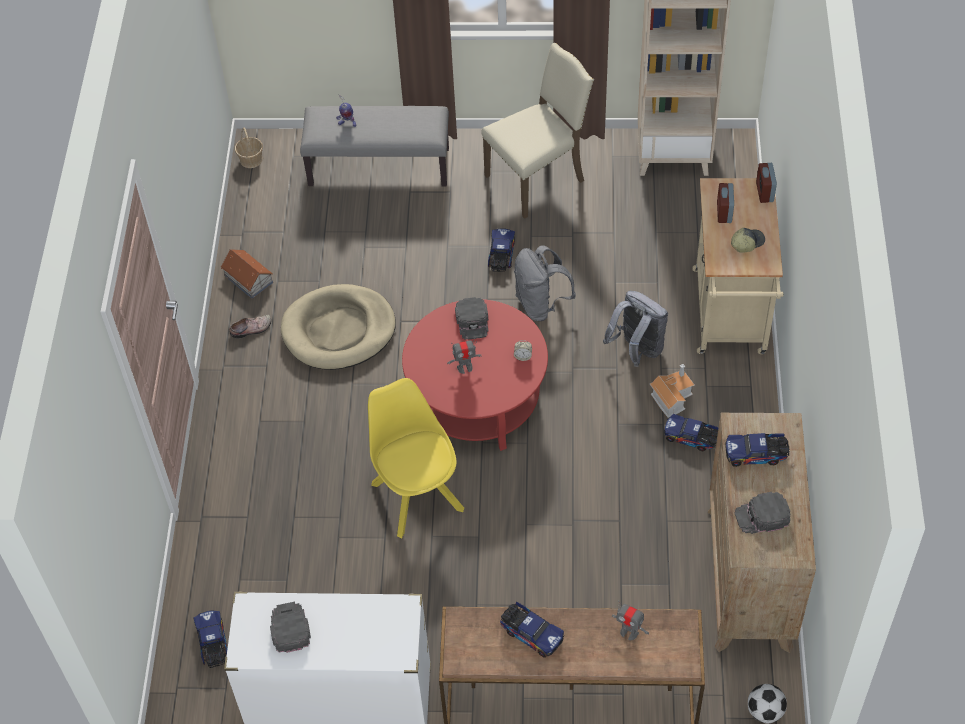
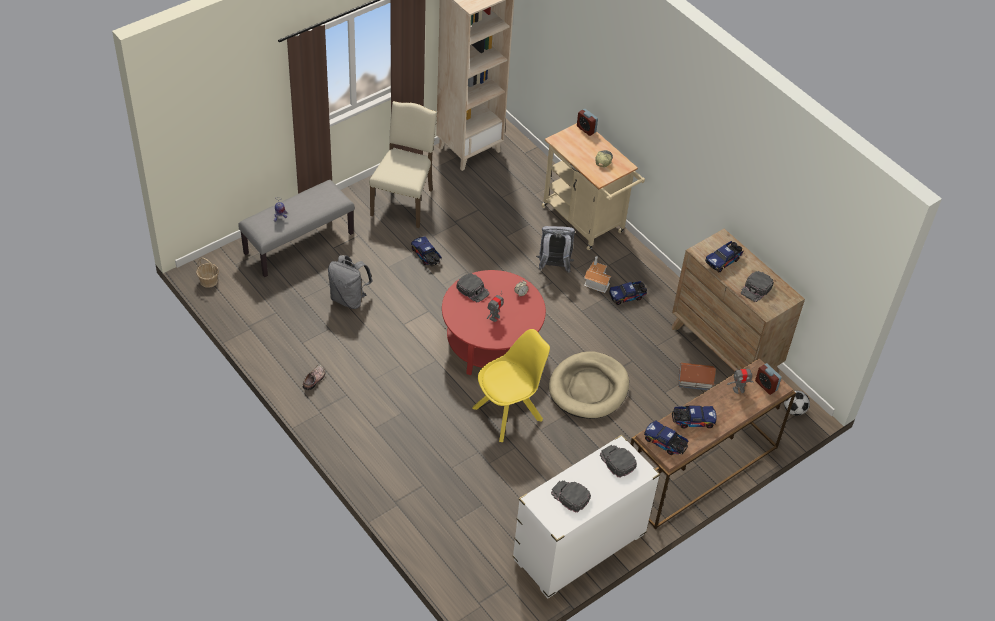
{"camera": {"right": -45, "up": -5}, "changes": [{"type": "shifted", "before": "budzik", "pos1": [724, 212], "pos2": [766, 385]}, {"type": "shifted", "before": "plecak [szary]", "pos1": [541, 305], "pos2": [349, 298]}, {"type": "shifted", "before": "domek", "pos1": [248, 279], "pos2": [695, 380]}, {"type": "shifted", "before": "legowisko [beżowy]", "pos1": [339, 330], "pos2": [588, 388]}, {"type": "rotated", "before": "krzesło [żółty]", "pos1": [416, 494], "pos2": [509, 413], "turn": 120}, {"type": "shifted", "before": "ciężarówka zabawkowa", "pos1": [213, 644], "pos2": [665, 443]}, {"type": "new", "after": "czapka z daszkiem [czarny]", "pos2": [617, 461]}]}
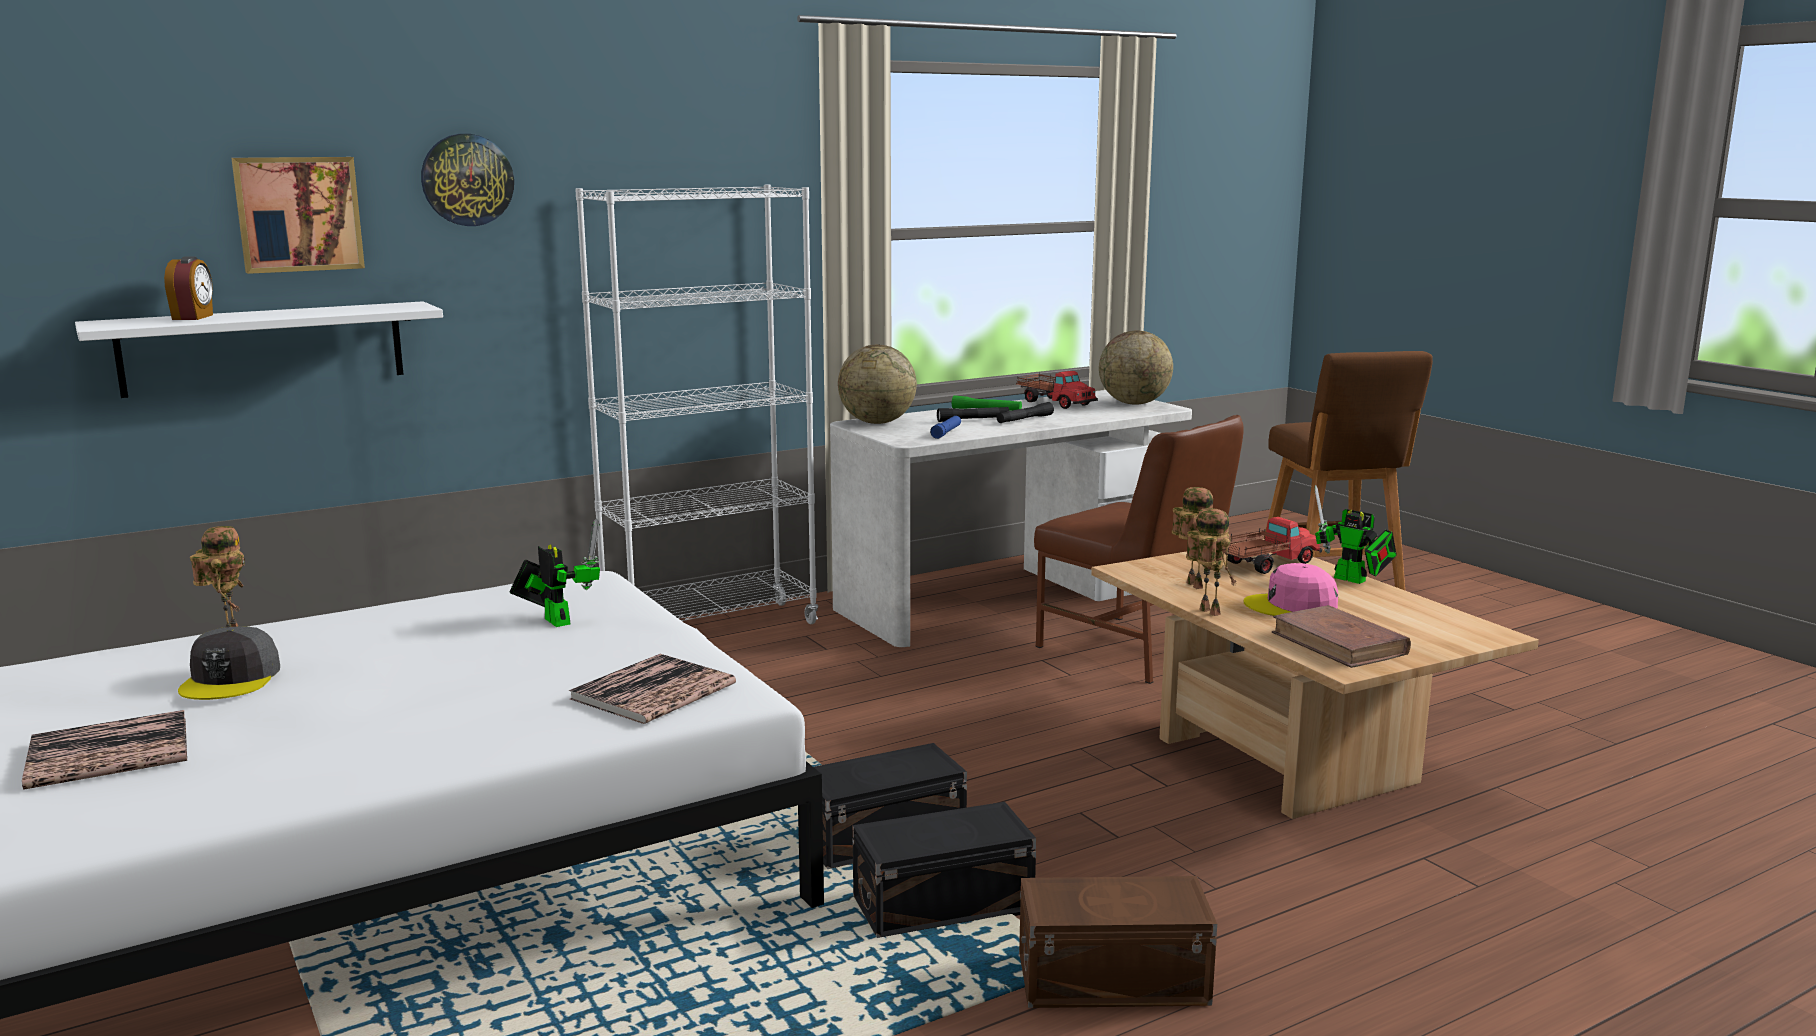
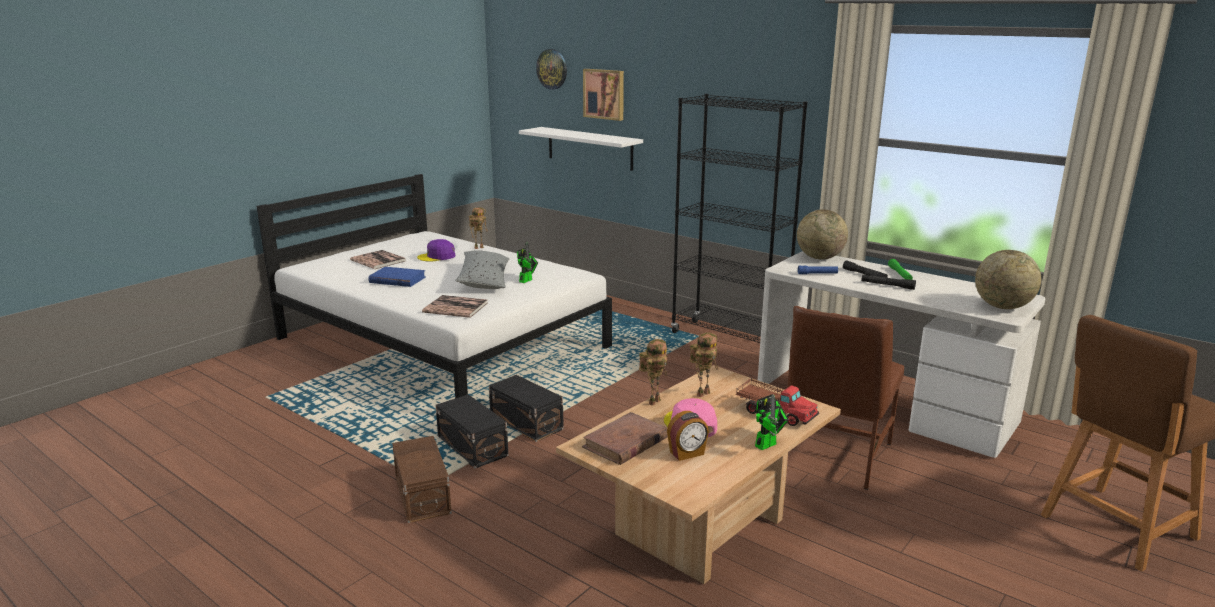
{"camera": {"right": 70, "up": 5}, "changes": [{"type": "shifted", "before": "zegar ścienny", "pos1": [467, 180], "pos2": [552, 69]}, {"type": "repainted", "before": "regał [biały]", "after": "regał [czarny]", "pos1": [711, 630], "pos2": [728, 339]}, {"type": "shifted", "before": "budzik", "pos1": [194, 317], "pos2": [687, 453]}, {"type": "gone", "before": "ciężarówka zabawkowa", "pos1": [1055, 402]}, {"type": "rotated", "before": "robot zabawkowy", "pos1": [1354, 580], "pos2": [768, 444], "turn": -150}, {"type": "repainted", "before": "czapka z daszkiem [szary]", "after": "czapka z daszkiem [fioletowy]", "pos1": [231, 679], "pos2": [437, 256]}, {"type": "new", "after": "poduszka [szary]", "pos2": [484, 280]}, {"type": "new", "after": "książka [niebieski]", "pos2": [397, 280]}]}
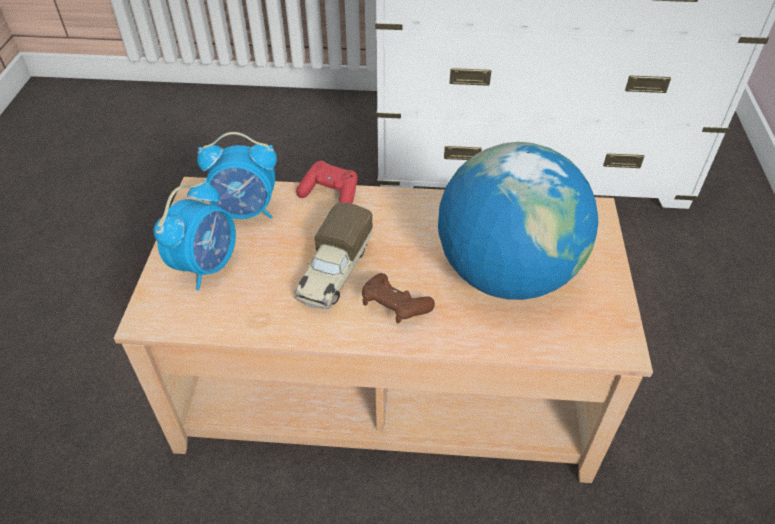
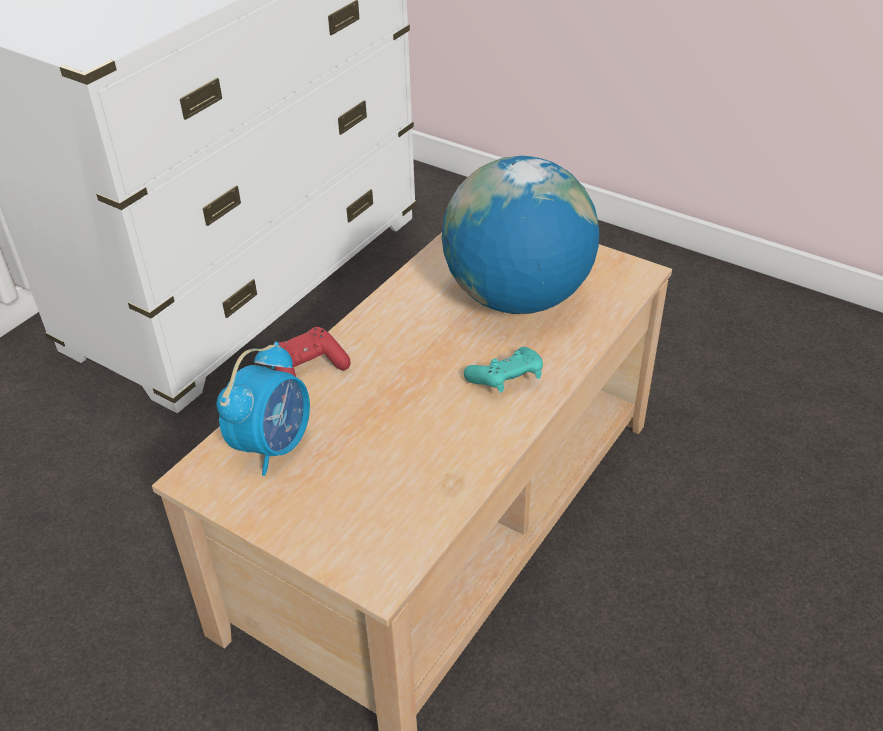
{"camera": {"right": -60, "up": -5}, "changes": [{"type": "gone", "before": "budzik", "pos1": [207, 265]}, {"type": "gone", "before": "ciężarówka zabawkowa", "pos1": [334, 273]}, {"type": "repainted", "before": "pad do gier [brązowy]", "after": "pad do gier [turkusowy]", "pos1": [394, 307], "pos2": [506, 381]}]}
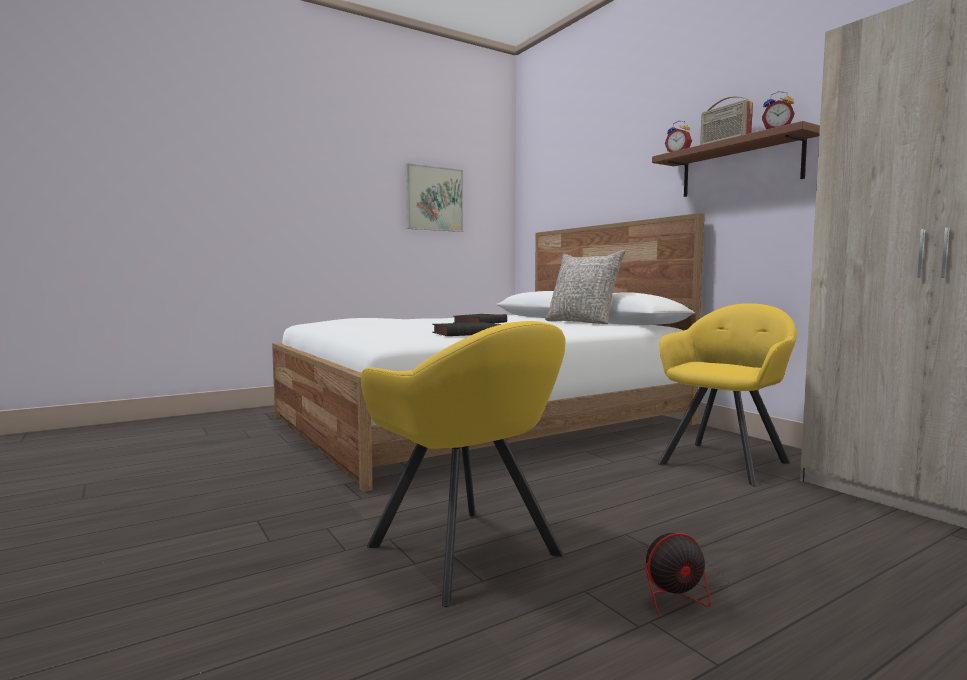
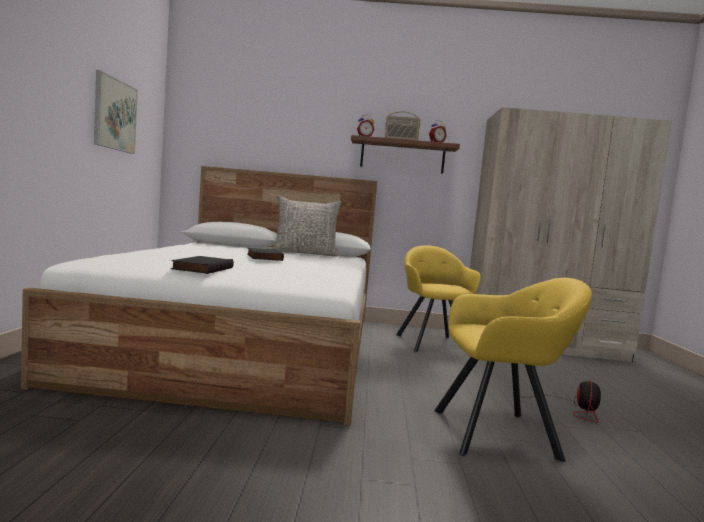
{"camera": {"right": -55, "up": 0}, "changes": [{"type": "shifted", "before": "książka [czarny]", "pos1": [466, 333], "pos2": [202, 268]}]}
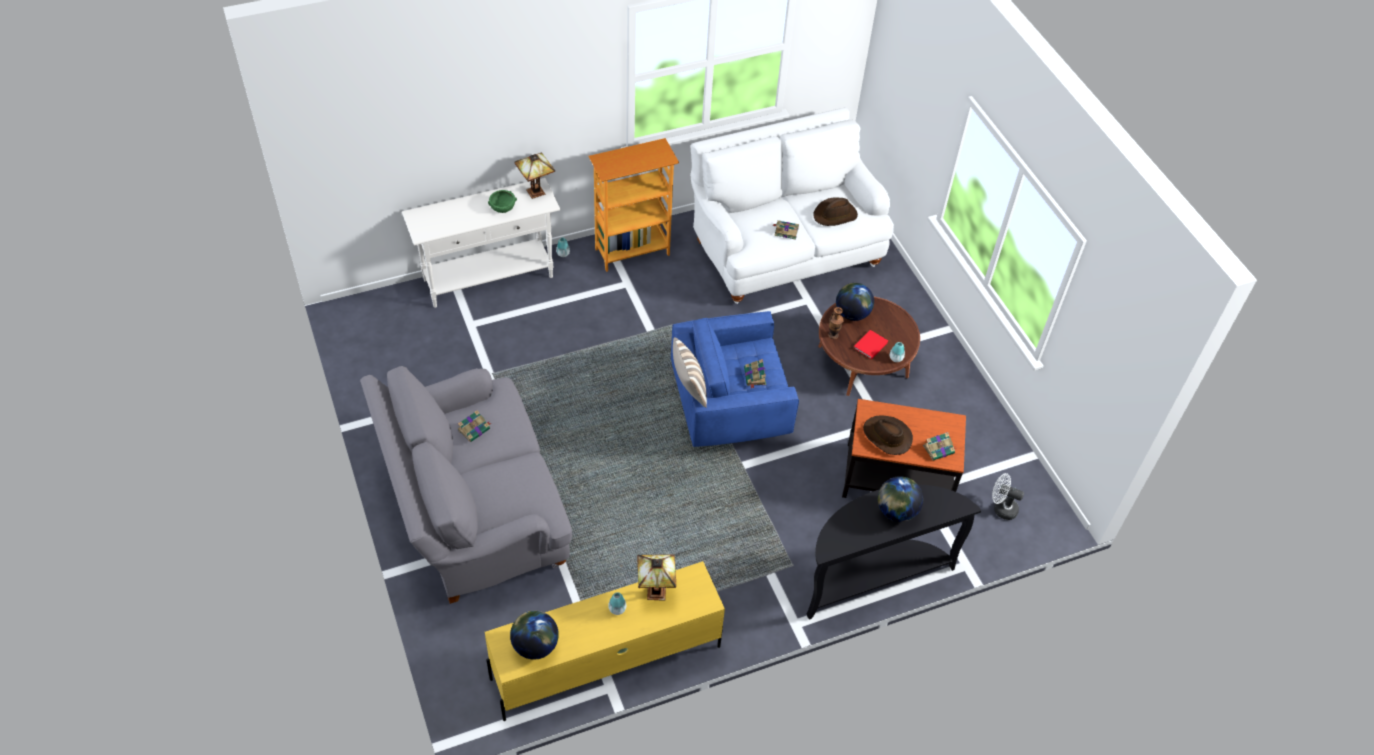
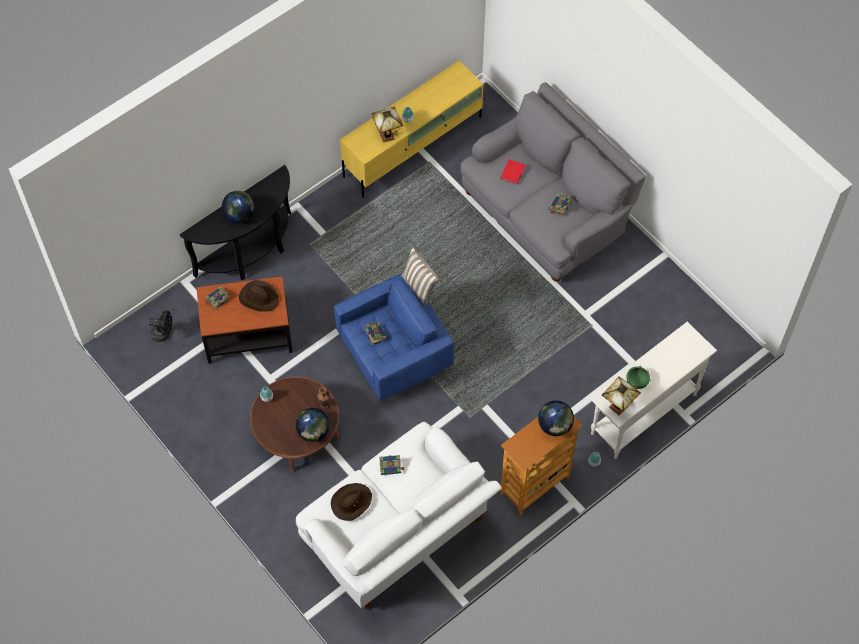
{"camera": {"right": 165, "up": 10}, "changes": [{"type": "shifted", "before": "książka [czerwony]", "pos1": [869, 345], "pos2": [513, 172]}, {"type": "repainted", "before": "wentylator [biały]", "after": "wentylator [czarny]", "pos1": [1001, 508], "pos2": [163, 334]}, {"type": "shifted", "before": "globus", "pos1": [535, 645], "pos2": [555, 426]}]}
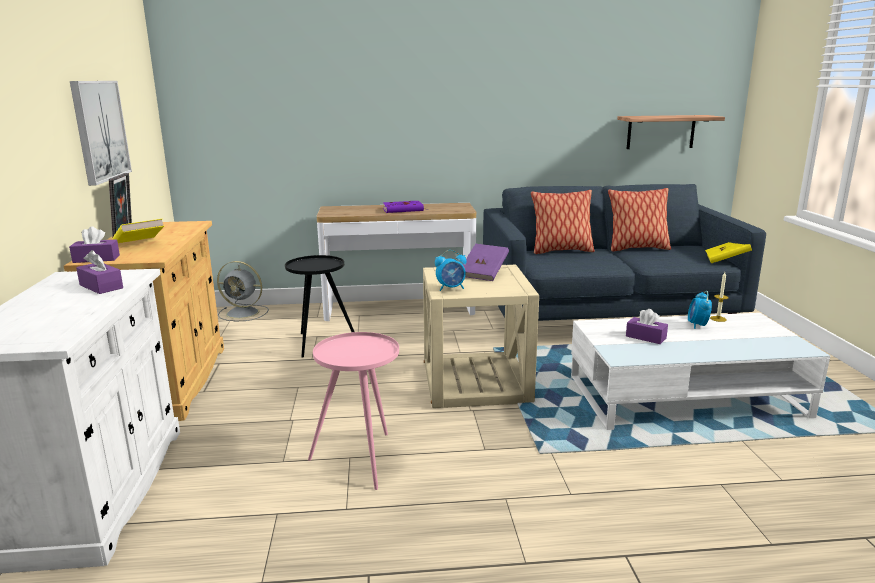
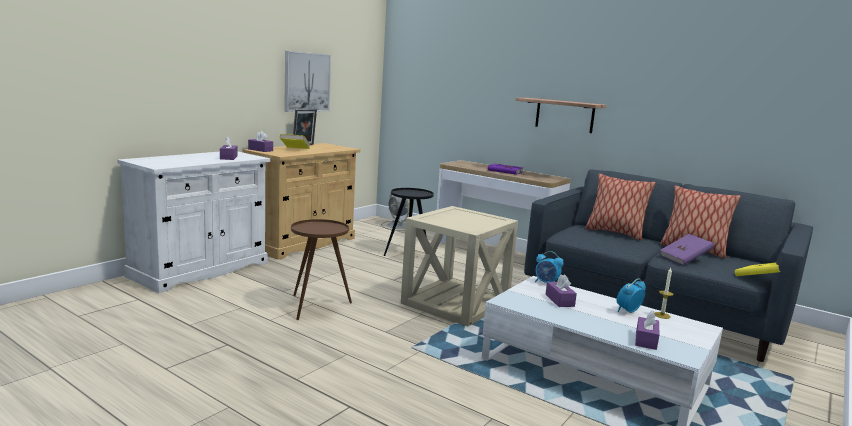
{"camera": {"right": 40, "up": -5}, "changes": [{"type": "shifted", "before": "półka", "pos1": [660, 132], "pos2": [564, 115]}, {"type": "shifted", "before": "książka [fioletowy]", "pos1": [484, 273], "pos2": [684, 259]}, {"type": "shifted", "before": "budzik", "pos1": [451, 288], "pos2": [546, 283]}, {"type": "repainted", "before": "stolik [różowy]", "after": "stolik [brązowy]", "pos1": [362, 458], "pos2": [318, 306]}, {"type": "new", "after": "pudełko chusteczek [fioletowy]", "pos2": [646, 340]}]}
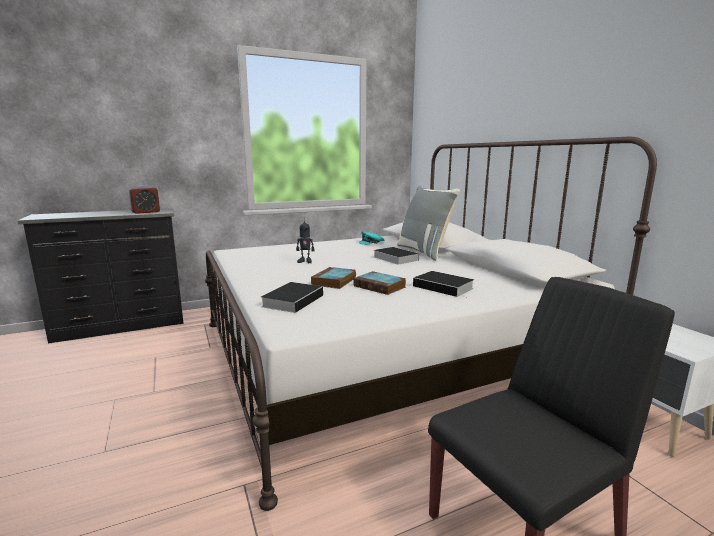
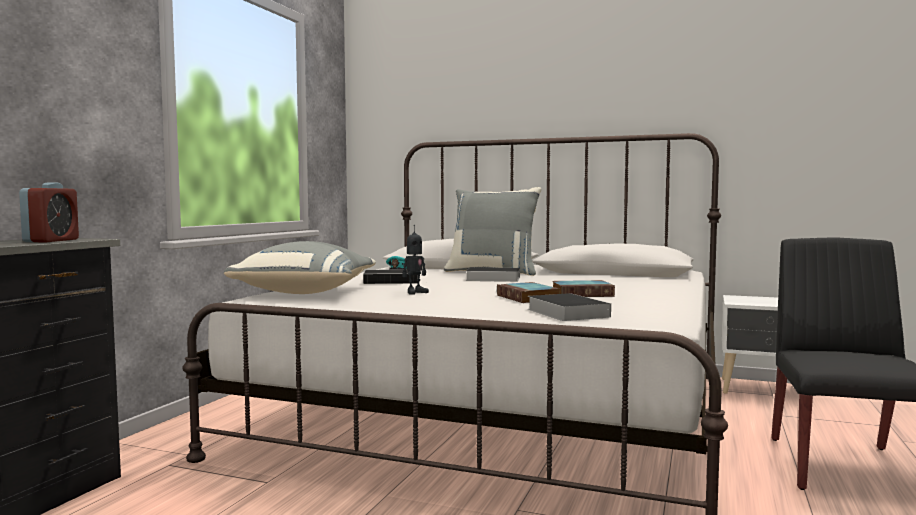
{"camera": {"right": -45, "up": -10}, "changes": [{"type": "shifted", "before": "książka", "pos1": [445, 287], "pos2": [393, 281]}, {"type": "new", "after": "poduszka [szary]", "pos2": [307, 292]}]}
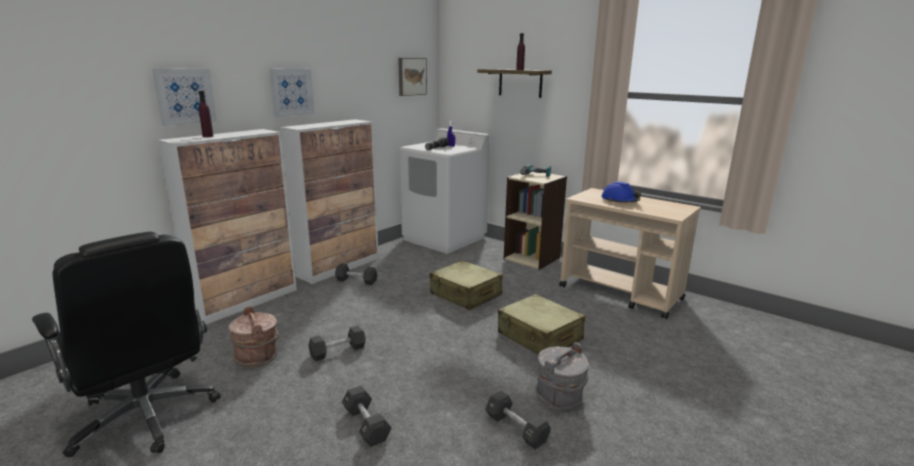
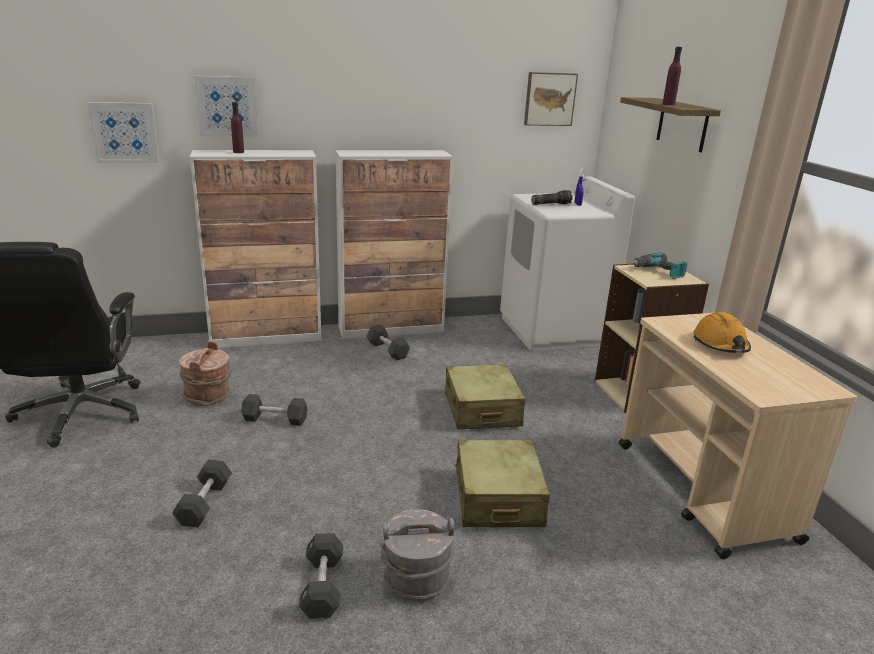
{"camera": {"right": 35, "up": 5}, "changes": [{"type": "shifted", "before": "obraz", "pos1": [291, 92], "pos2": [124, 132]}, {"type": "repainted", "before": "kask [niebieski]", "after": "kask [pomarańczowy]", "pos1": [620, 201], "pos2": [720, 345]}]}
